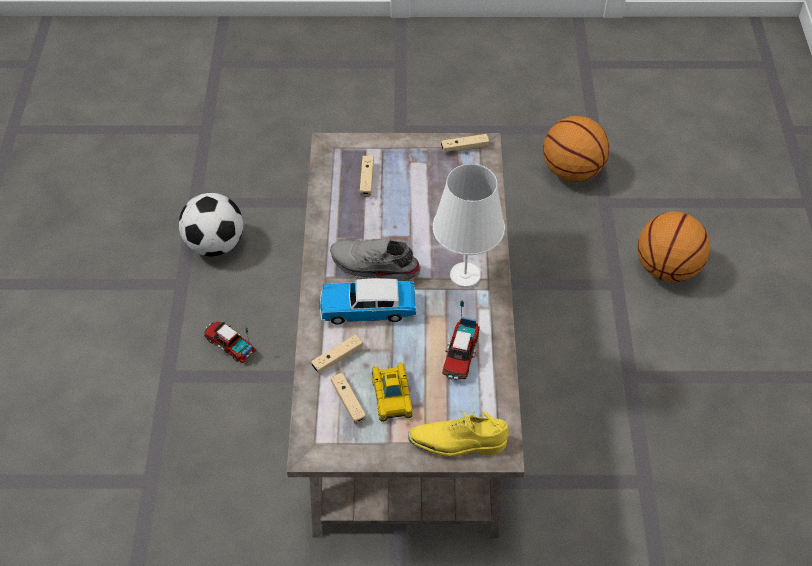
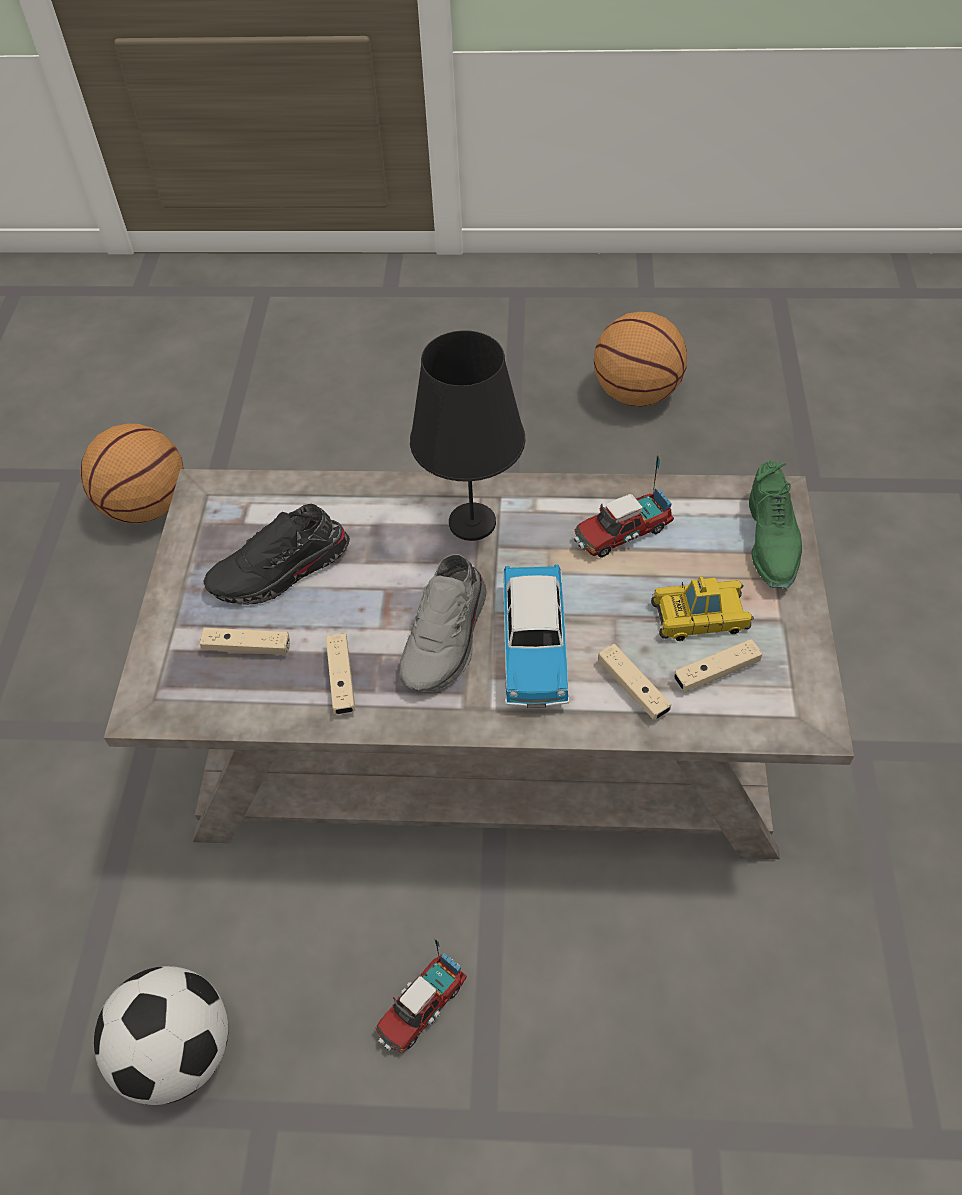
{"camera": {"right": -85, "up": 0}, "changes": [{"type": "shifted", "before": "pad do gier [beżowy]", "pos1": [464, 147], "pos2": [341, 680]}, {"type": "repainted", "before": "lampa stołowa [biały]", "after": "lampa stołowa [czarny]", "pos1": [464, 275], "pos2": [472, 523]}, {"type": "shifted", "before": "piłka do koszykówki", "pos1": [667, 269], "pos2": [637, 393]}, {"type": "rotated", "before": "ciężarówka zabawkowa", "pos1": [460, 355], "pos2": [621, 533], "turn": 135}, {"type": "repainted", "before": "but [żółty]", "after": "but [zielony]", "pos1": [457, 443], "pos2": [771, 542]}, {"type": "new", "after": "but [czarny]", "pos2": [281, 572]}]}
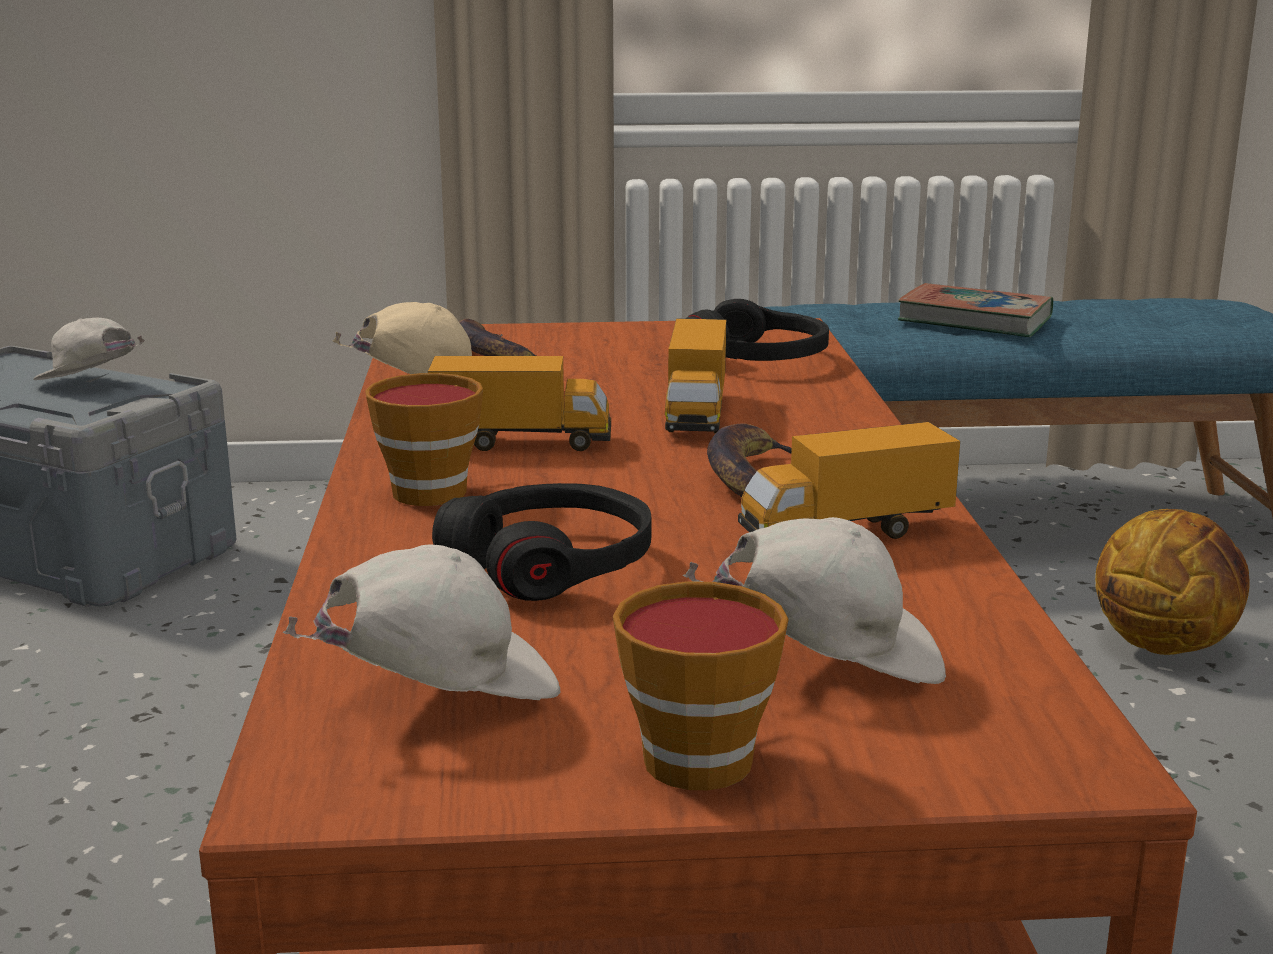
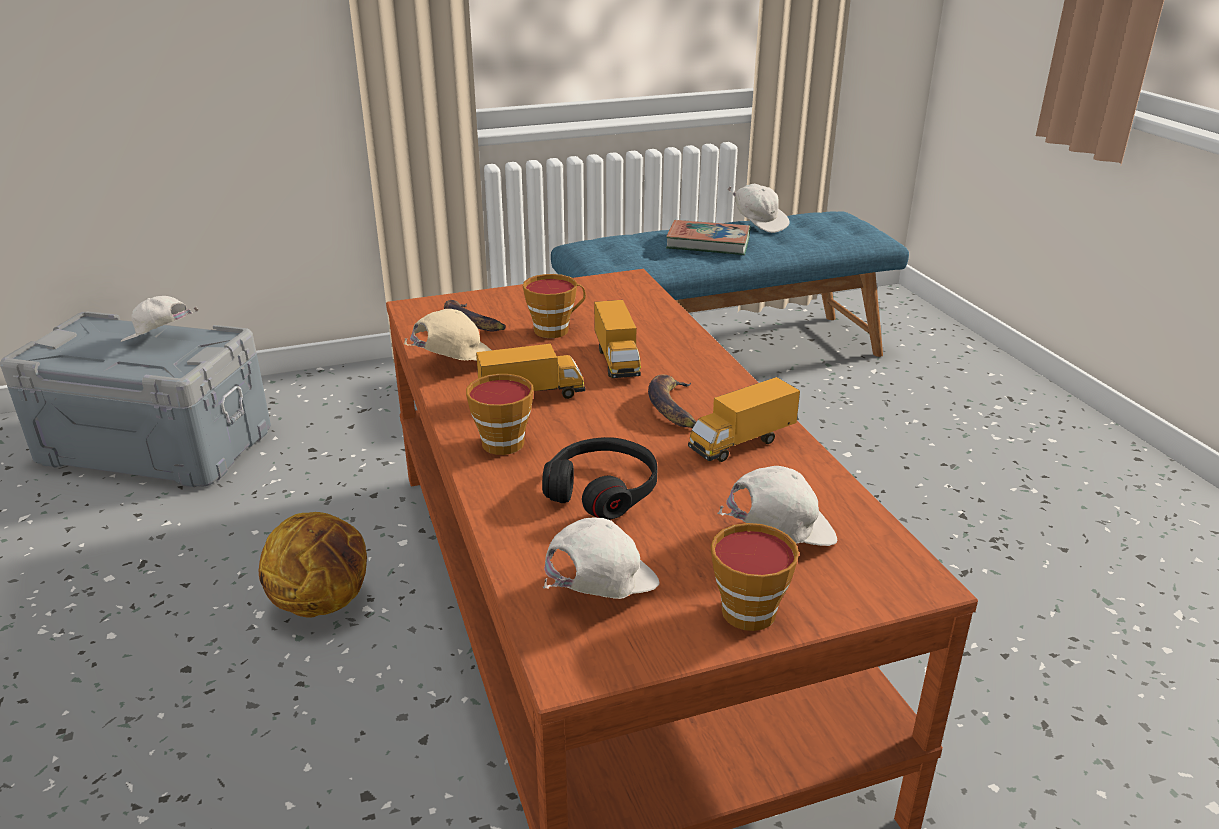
{"camera": {"right": -15, "up": 10}, "changes": [{"type": "gone", "before": "słuchawki [czarny]", "pos1": [758, 359]}, {"type": "shifted", "before": "piłka do koszykówki", "pos1": [1165, 645], "pos2": [323, 602]}, {"type": "new", "after": "czapka z daszkiem [biały]", "pos2": [759, 223]}, {"type": "new", "after": "filiżanka", "pos2": [555, 329]}]}
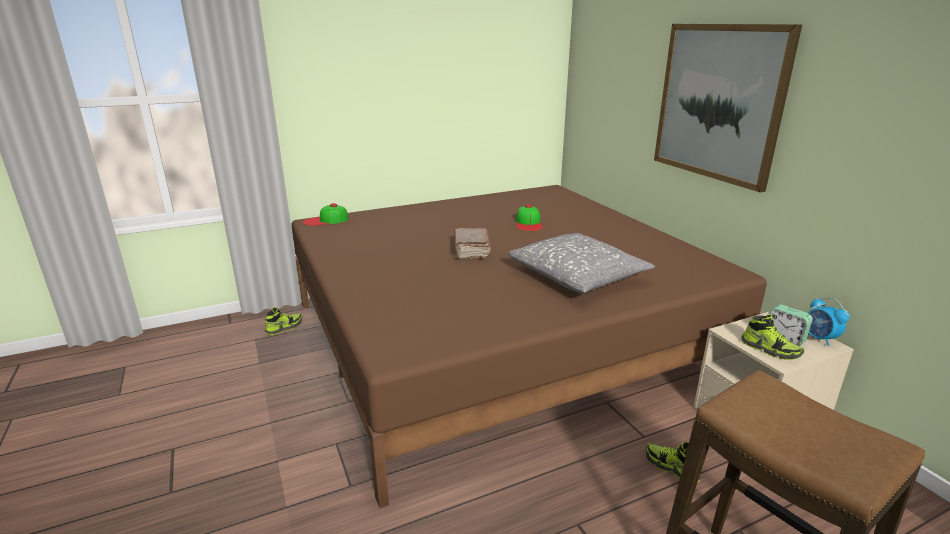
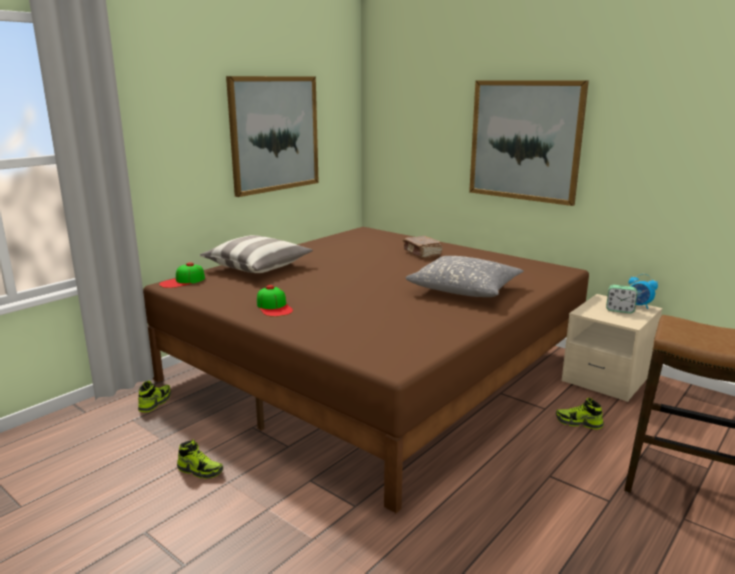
{"camera": {"right": -25, "up": -5}, "changes": [{"type": "shifted", "before": "czapka z daszkiem", "pos1": [529, 223], "pos2": [274, 307]}, {"type": "shifted", "before": "książka [brązowy]", "pos1": [471, 251], "pos2": [422, 253]}, {"type": "shifted", "before": "but", "pos1": [770, 349], "pos2": [200, 470]}, {"type": "new", "after": "obraz", "pos2": [274, 134]}, {"type": "new", "after": "poduszka", "pos2": [257, 267]}]}
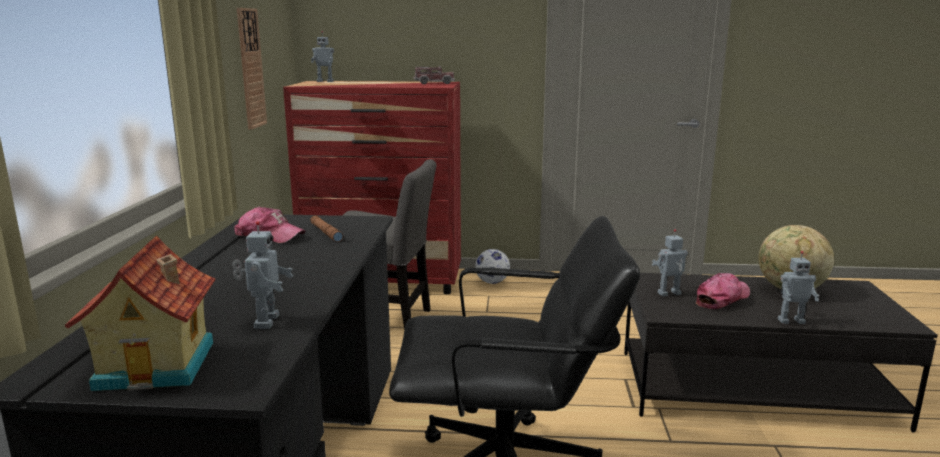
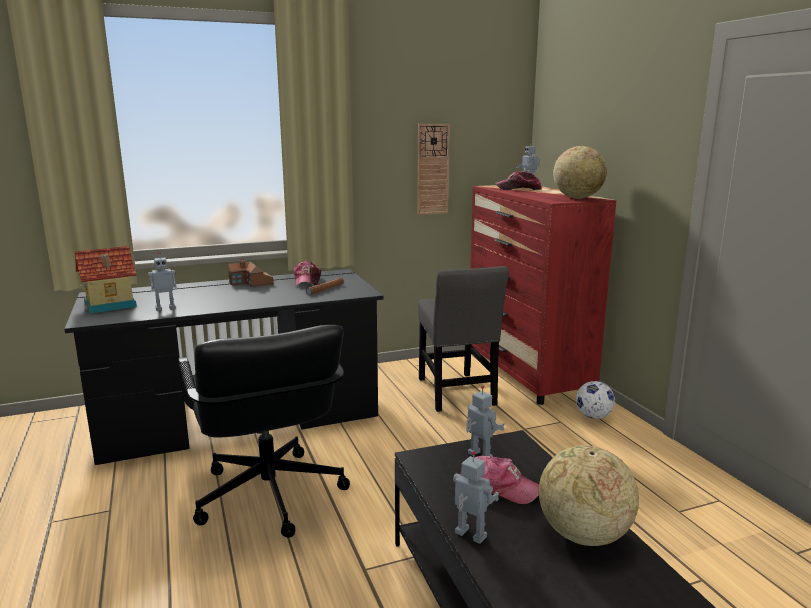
{"camera": {"right": 65, "up": 0}, "changes": [{"type": "swapped", "before": "ciężarówka zabawkowa", "after": "globus", "pos1": [434, 83], "pos2": [577, 198]}, {"type": "rotated", "before": "robot zabawkowy", "pos1": [790, 321], "pos2": [469, 536], "turn": 150}, {"type": "new", "after": "czapka z daszkiem", "pos2": [518, 189]}, {"type": "new", "after": "domek", "pos2": [251, 283]}]}
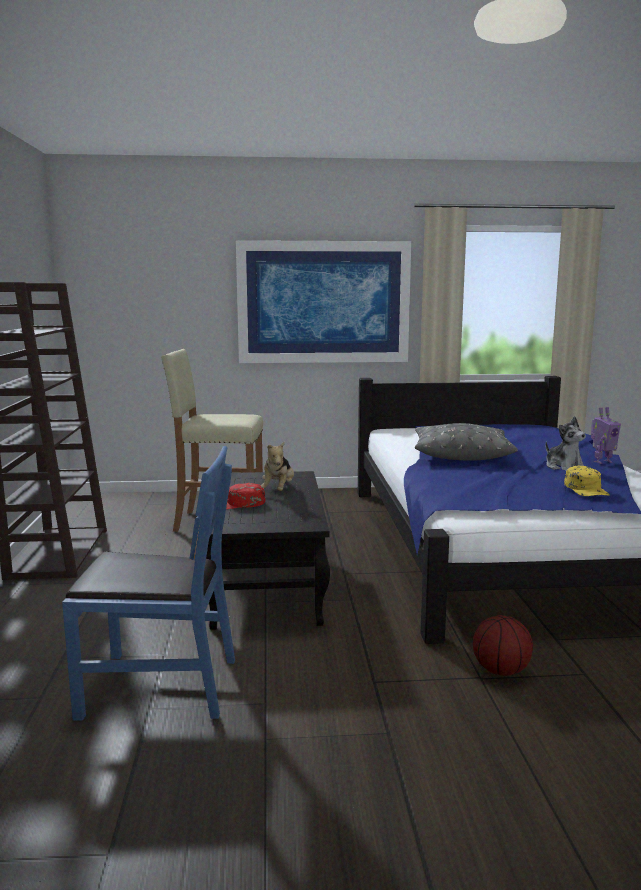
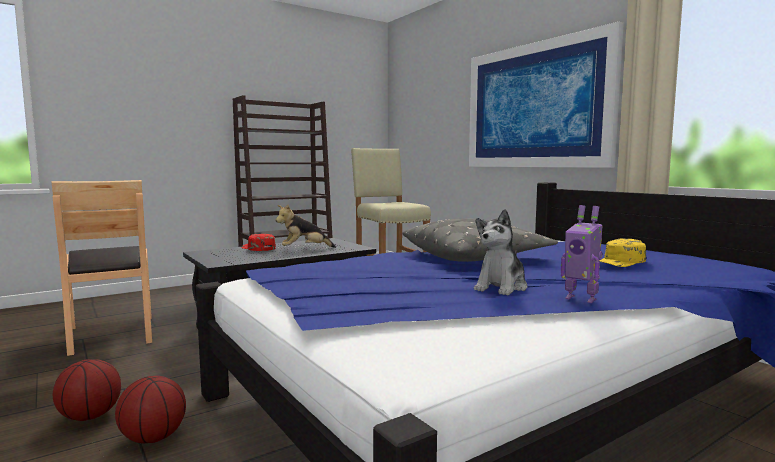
{"camera": {"right": 60, "up": -5}, "changes": [{"type": "repainted", "before": "krzesło [niebieski]", "after": "krzesło [brązowy]", "pos1": [159, 686], "pos2": [111, 334]}, {"type": "shifted", "before": "czapka z daszkiem [żółty]", "pos1": [586, 489], "pos2": [620, 262]}, {"type": "new", "after": "piłka do koszykówki", "pos2": [91, 416]}]}
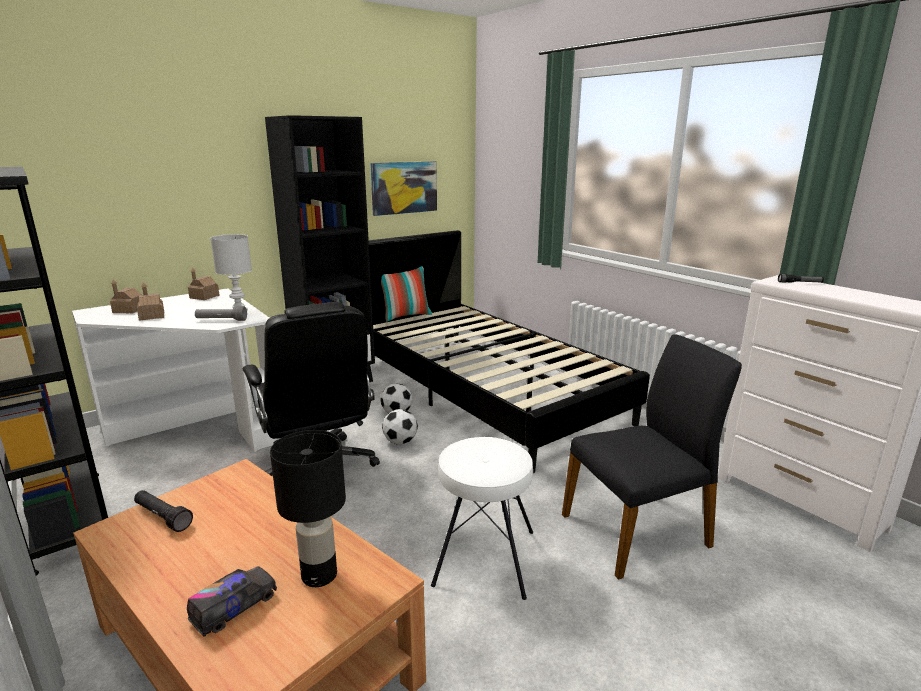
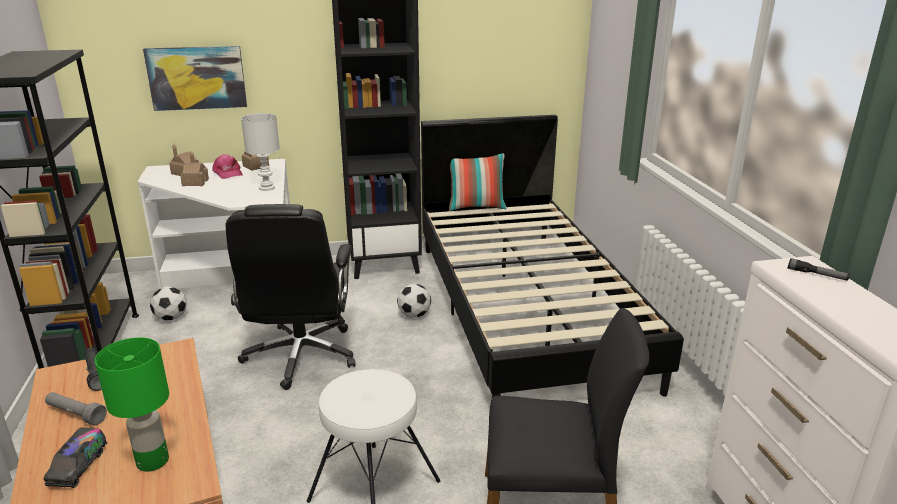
{"camera": {"right": 25, "up": 5}, "changes": [{"type": "shifted", "before": "obraz", "pos1": [404, 187], "pos2": [197, 78]}, {"type": "shifted", "before": "latarka [szary]", "pos1": [221, 320], "pos2": [76, 414]}, {"type": "shifted", "before": "piłka futbolowa", "pos1": [400, 442], "pos2": [171, 318]}, {"type": "repainted", "before": "lampa stołowa [czarny]", "after": "lampa stołowa [zielony]", "pos1": [320, 576], "pos2": [152, 462]}, {"type": "rotated", "before": "ciężarówka zabawkowa", "pos1": [234, 608], "pos2": [78, 467], "turn": 120}, {"type": "new", "after": "czapka z daszkiem [różowy]", "pos2": [227, 173]}]}
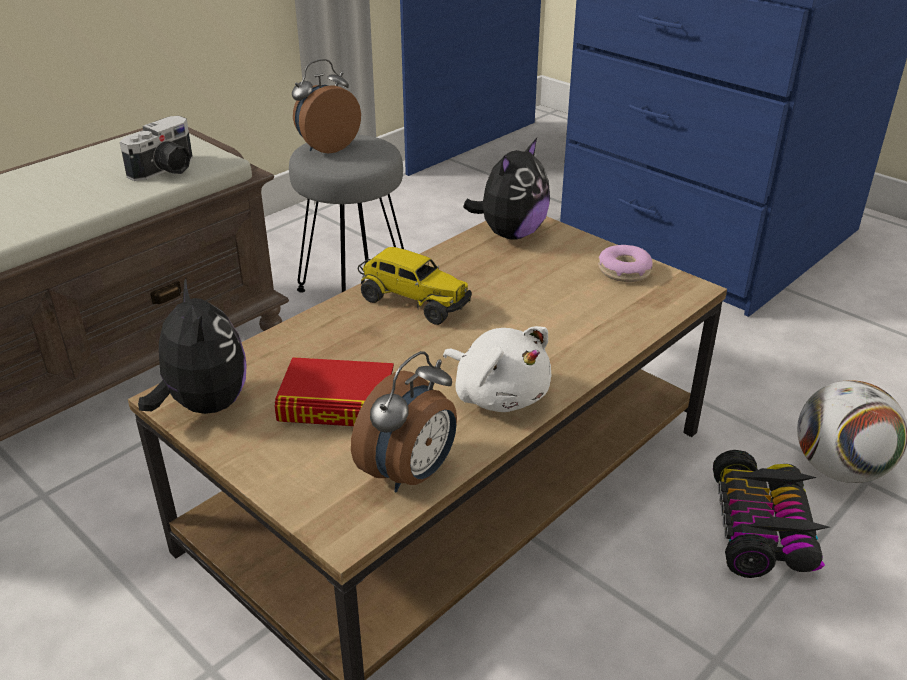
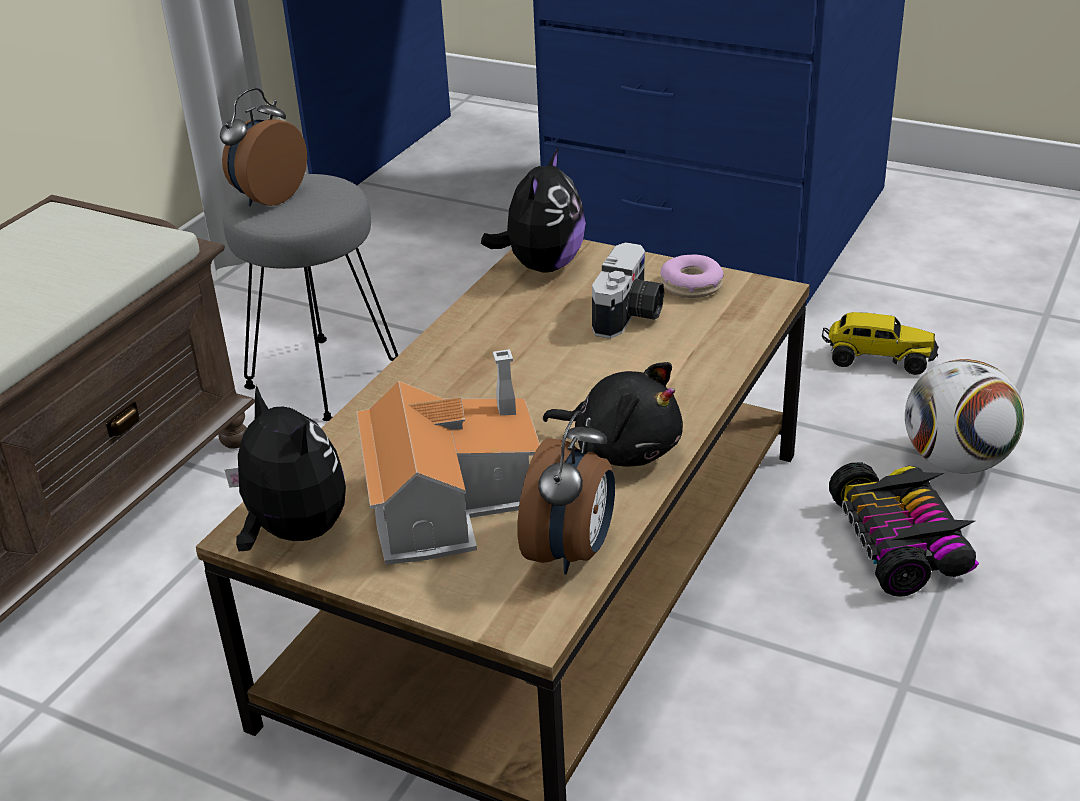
{"camera": {"right": -15, "up": 0}, "changes": [{"type": "shifted", "before": "aparat fotograficzny", "pos1": [167, 170], "pos2": [630, 315]}, {"type": "shifted", "before": "ciężarówka zabawkowa", "pos1": [413, 302], "pos2": [877, 359]}, {"type": "repainted", "before": "pluszak [biały]", "after": "pluszak [czarny]", "pos1": [498, 394], "pos2": [621, 449]}, {"type": "swapped", "before": "książka", "after": "domek", "pos1": [337, 404], "pos2": [449, 498]}]}
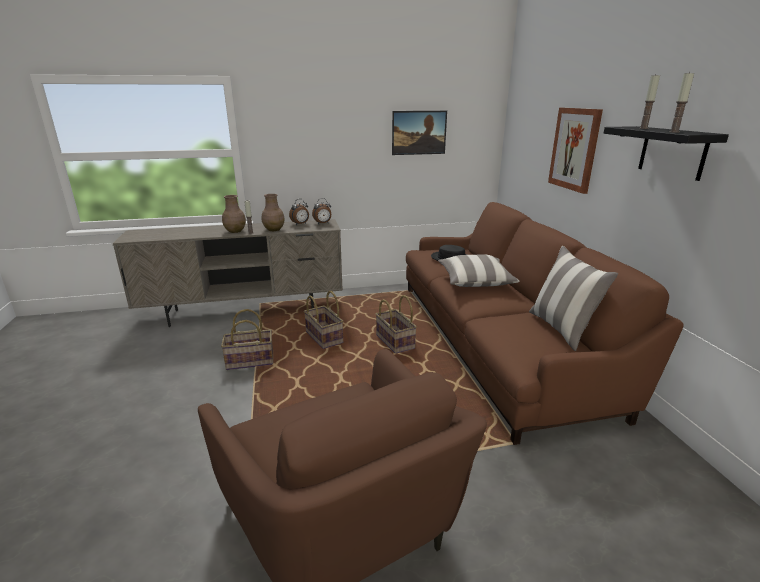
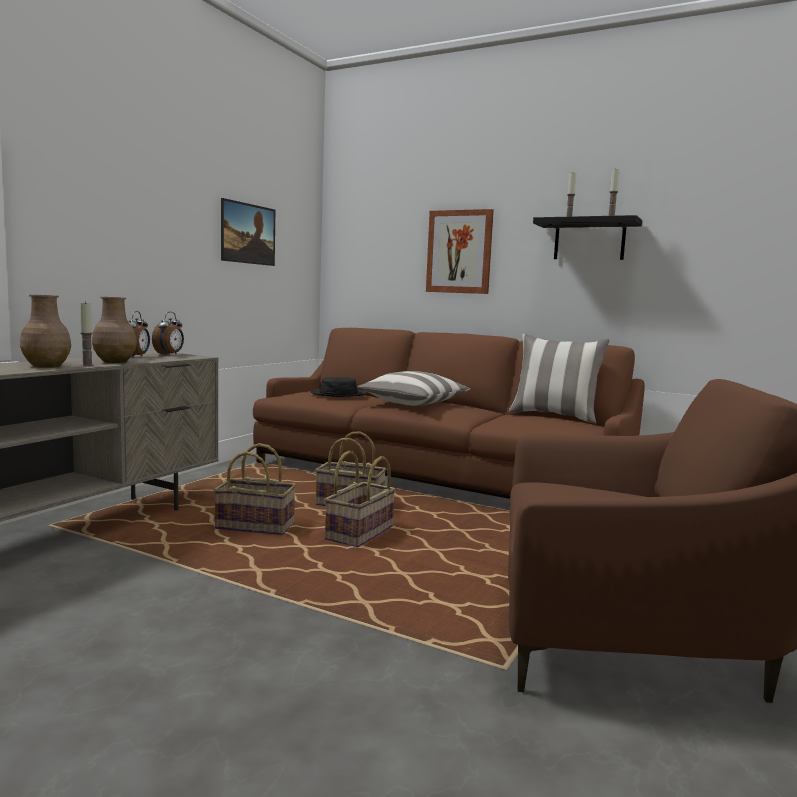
{"camera": {"right": -50, "up": -15}, "changes": [{"type": "shifted", "before": "koszyk", "pos1": [250, 361], "pos2": [360, 534]}]}
